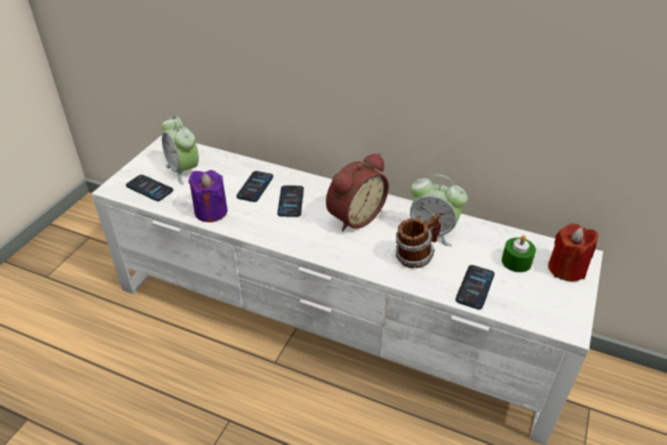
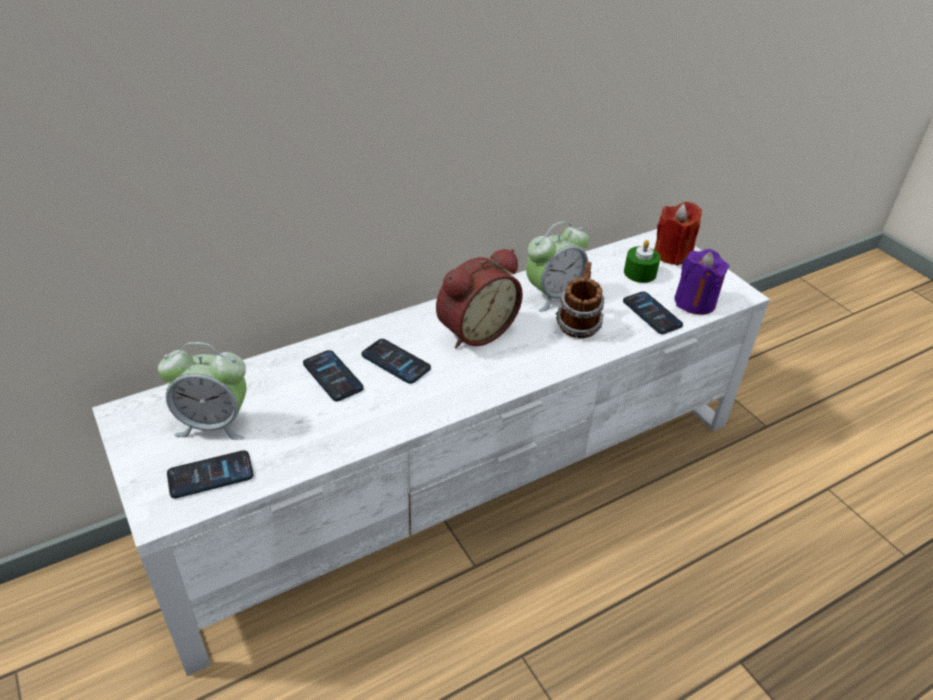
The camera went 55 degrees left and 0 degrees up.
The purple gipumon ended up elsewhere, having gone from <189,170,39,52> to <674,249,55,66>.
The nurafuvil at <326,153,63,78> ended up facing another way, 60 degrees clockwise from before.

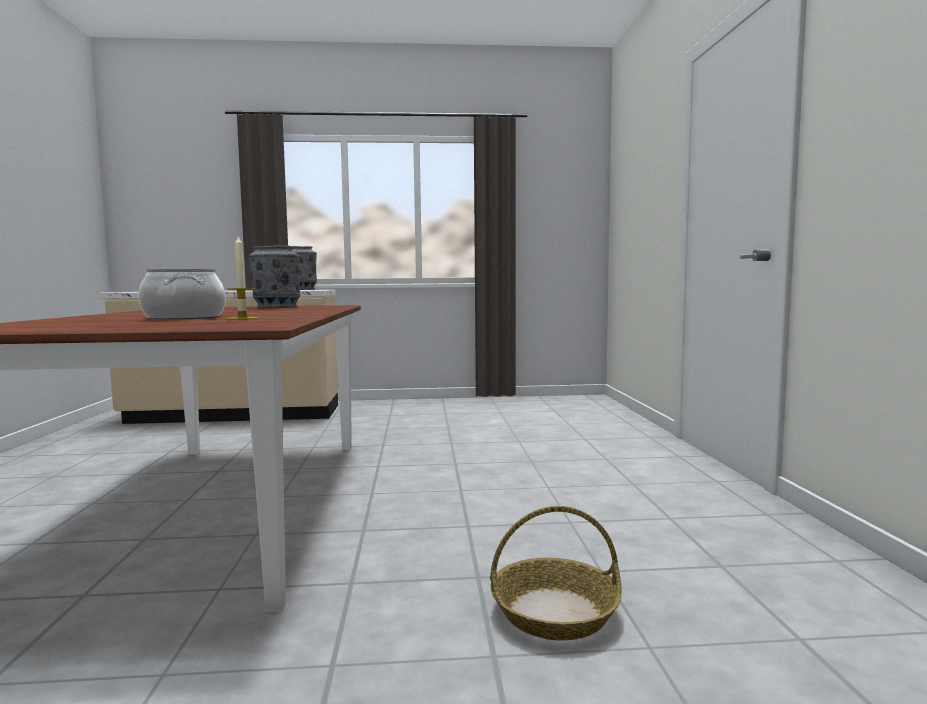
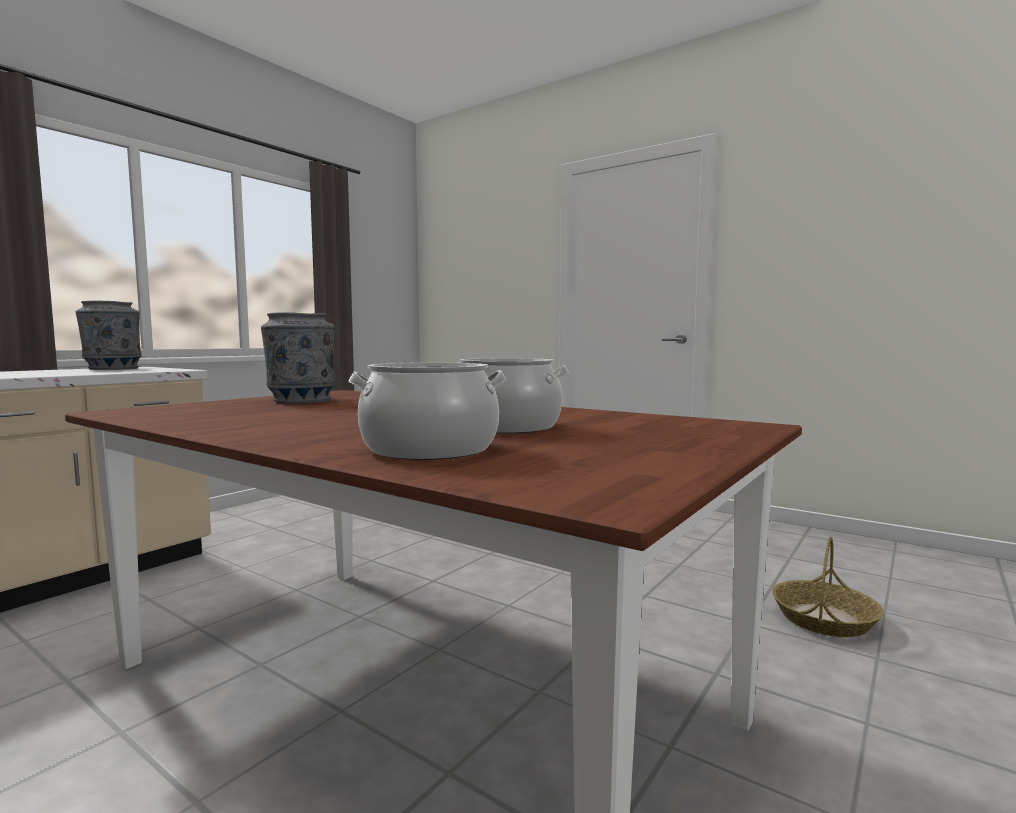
The camera went 50 degrees left and 0 degrees up.
The second view lost the gipumon at <226,236,33,84>.
The second view gained the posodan at <348,363,158,97>.

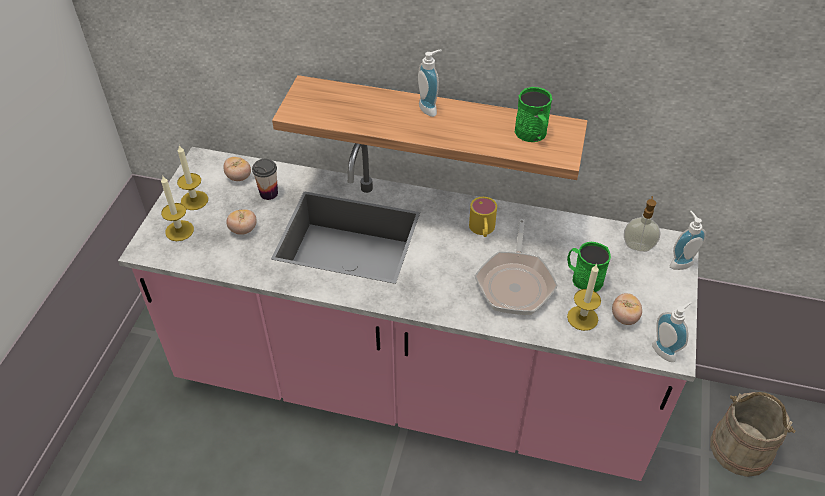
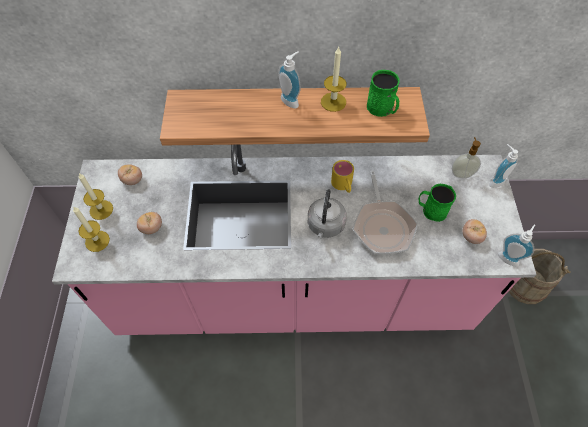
The camera went 15 degrees left and 10 degrees up.
The second view lost the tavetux at <252,159,26,41>.
The gipumon ended up elsewhere, having gone from <567,264,34,67> to <321,47,26,65>.
The second view gained the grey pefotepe at <308,189,39,50>.

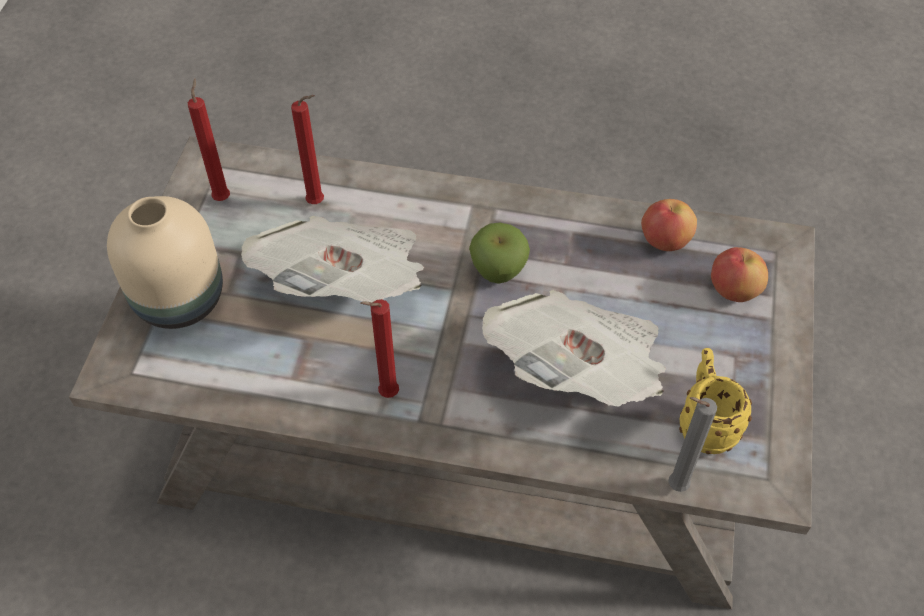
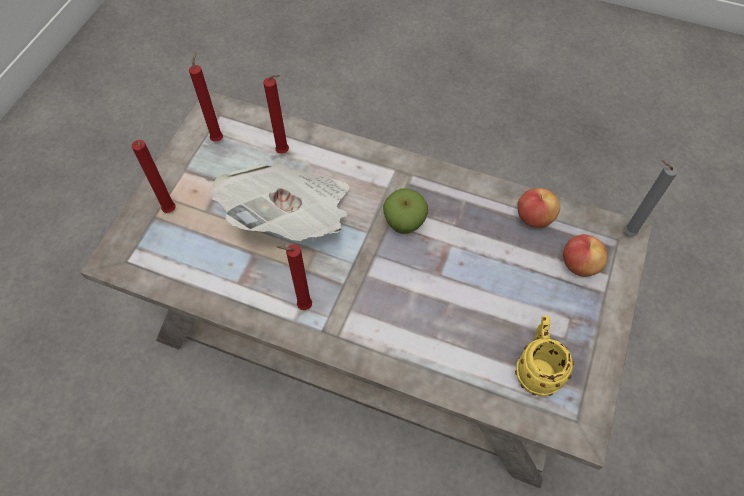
The camera went 10 degrees right and 5 degrees up.
Where the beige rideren stood at <107,196,116,133>, the red gipumon came to stand at <132,140,44,73>.
The second view lost the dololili at <482,290,184,117>.
The grey gipumon ended up elsewhere, having gone from <668,397,49,95> to <624,160,54,76>.

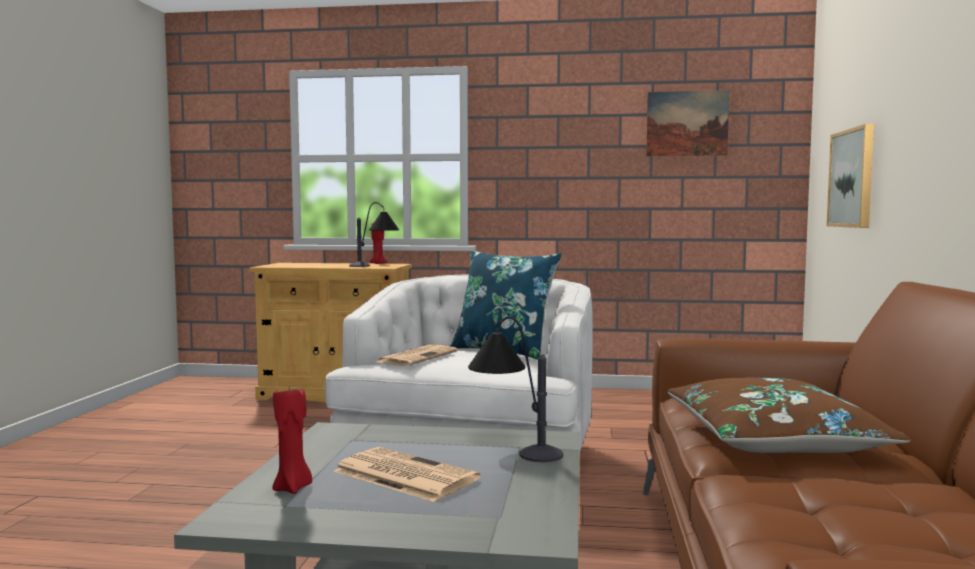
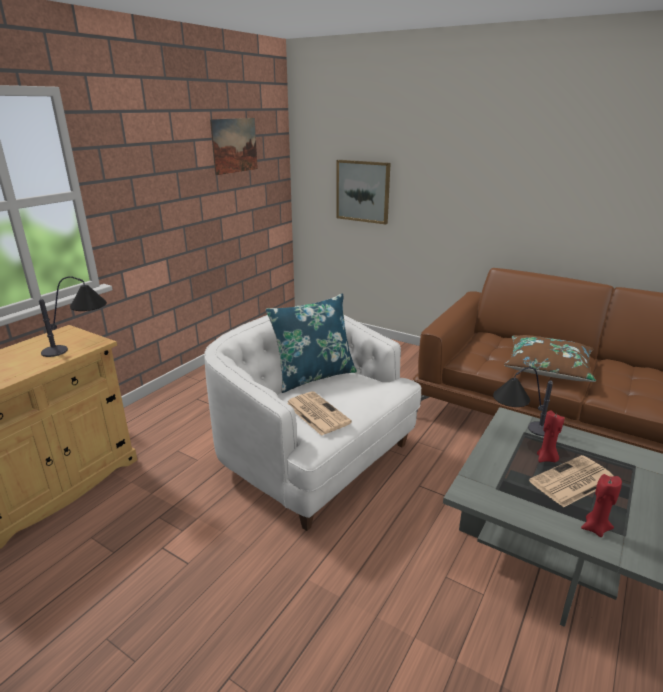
The camera went 65 degrees left and 20 degrees up.
The red gipumon ended up elsewhere, having gone from <370,223,17,41> to <537,411,28,51>.

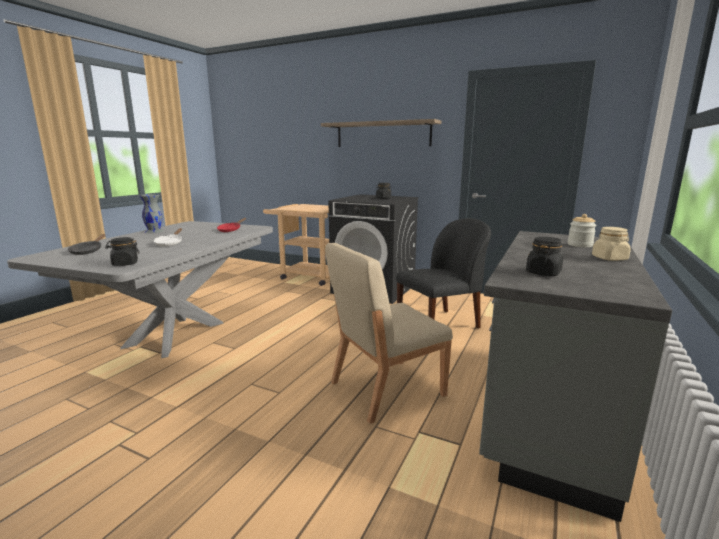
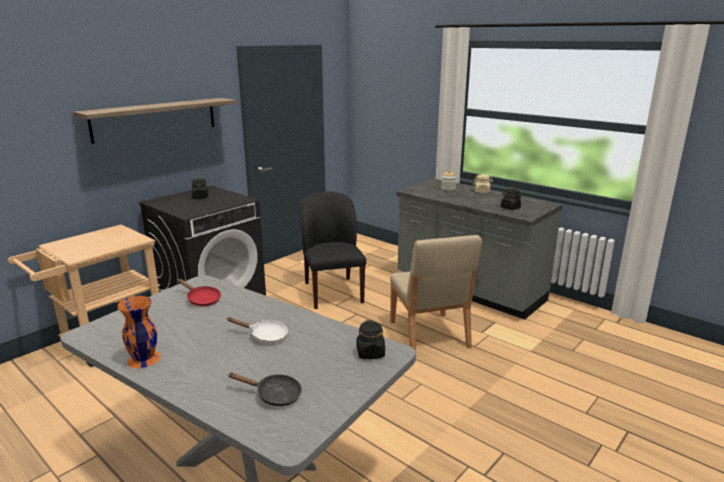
The camera went 75 degrees left and 5 degrees up.
What was the grey rideren at <140,194,24,39> turned into the orange rideren at <117,296,44,72>.

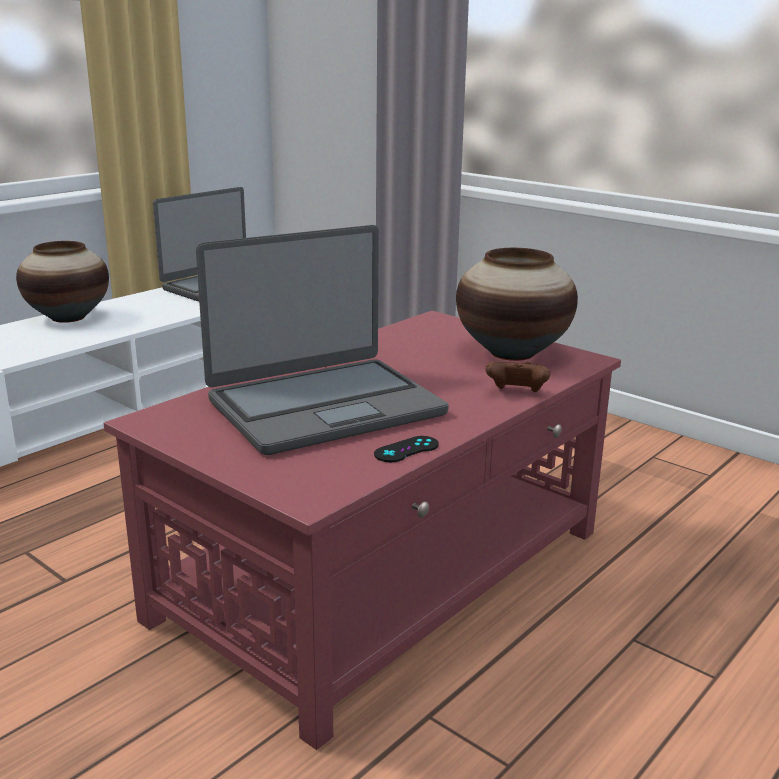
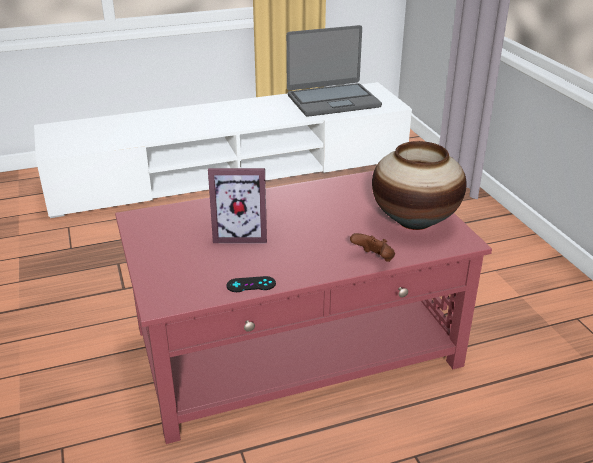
The camera went 30 degrees right and 10 degrees up.
The second view lost the rideren at <16,241,93,82>.
Where the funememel stood at <196,225,253,230>, the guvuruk came to stand at <208,168,59,75>.

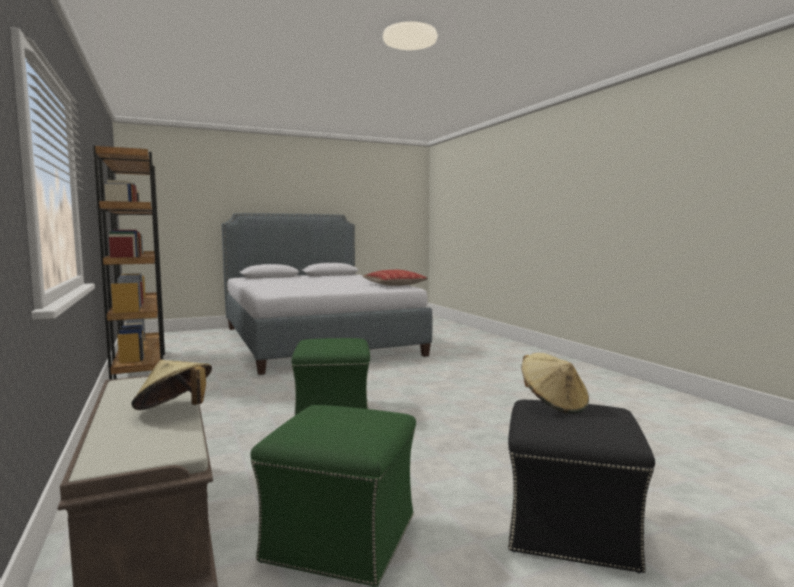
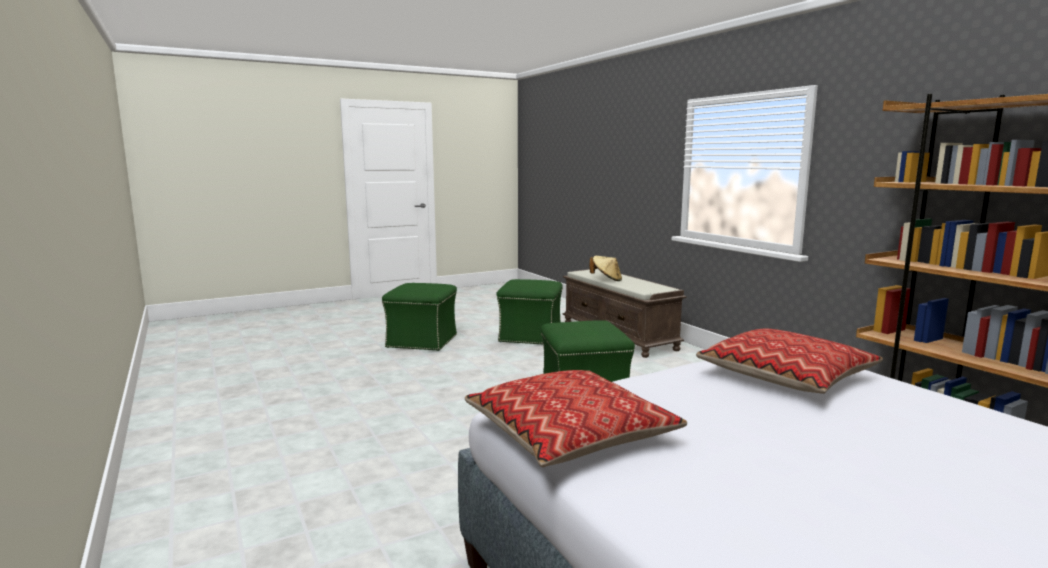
The camera went 175 degrees right and 5 degrees up.
What was the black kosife at <508,400,147,174> turned into the green kosife at <382,283,75,68>.
The second view lost the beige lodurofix at <521,353,68,61>.
The second view gained the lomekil at <696,329,187,65>.

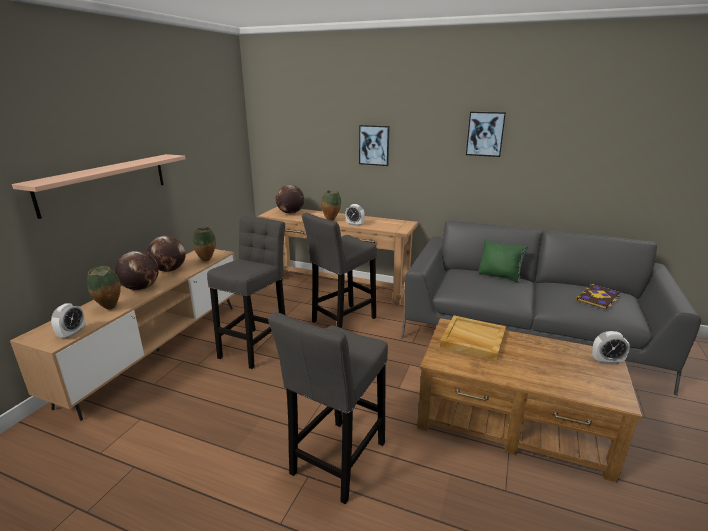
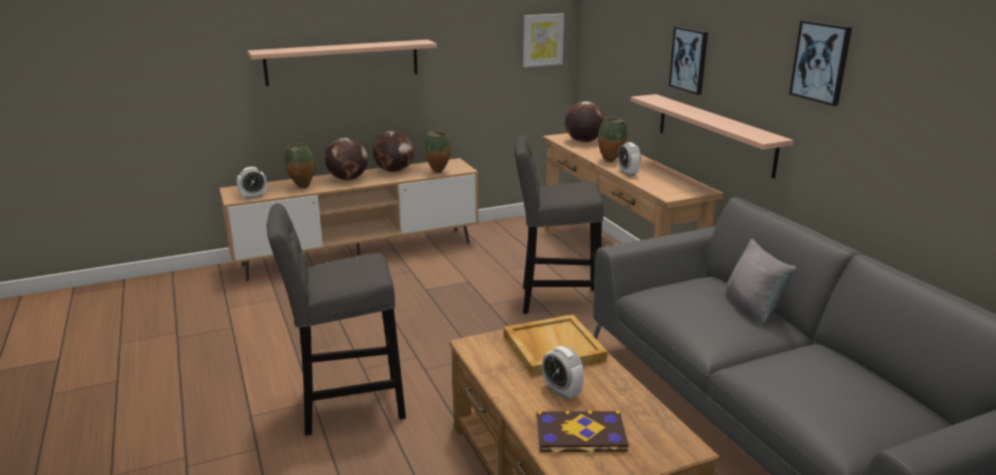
The camera went 45 degrees right and 0 degrees up.
The second view lost the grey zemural at <207,216,79,153>.
What was the green lomekil at <478,239,50,44> turned into the grey lomekil at <726,238,71,86>.
The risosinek ended up elsewhere, having gone from <576,284,44,26> to <537,411,92,43>.
The nurafuvil ended up elsewhere, having gone from <592,331,38,33> to <543,346,41,54>.
The second view gained the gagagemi at <523,13,41,54>.
The second view gained the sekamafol at <630,94,164,85>.

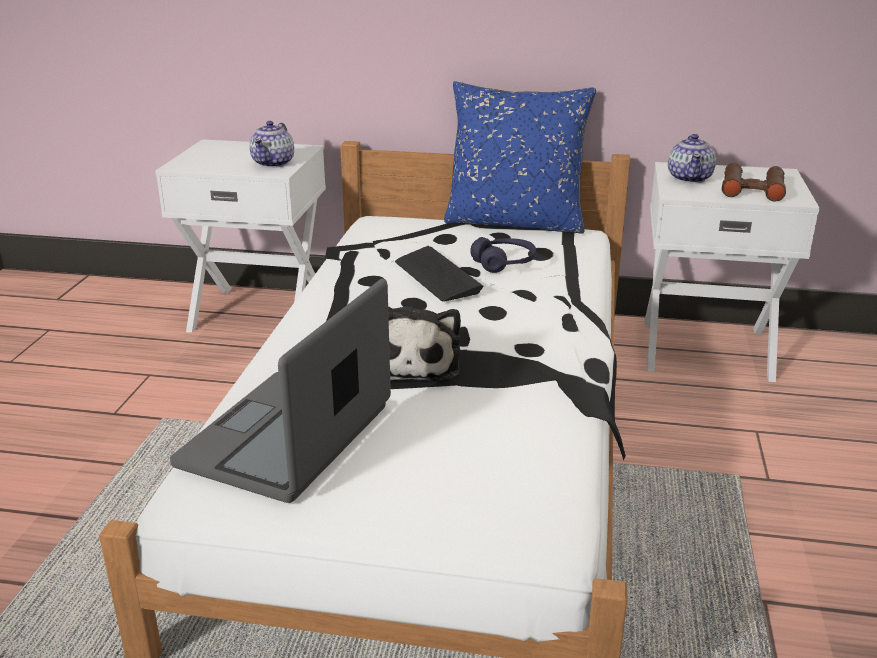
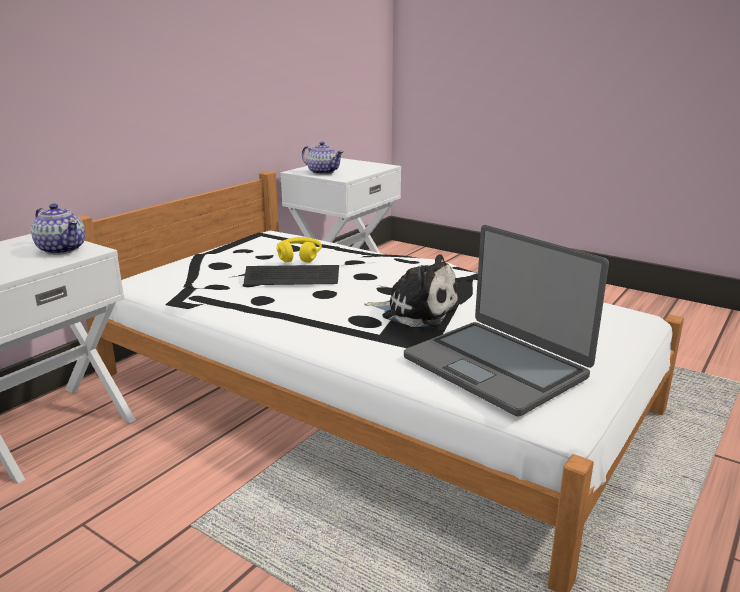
The camera went 65 degrees left and 5 degrees down.
The second view lost the blue lomekil at <444,81,152,153>.
What was the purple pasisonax at <470,237,66,36> turned into the yellow pasisonax at <276,237,46,26>.
The second view lost the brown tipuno at <722,162,64,40>.

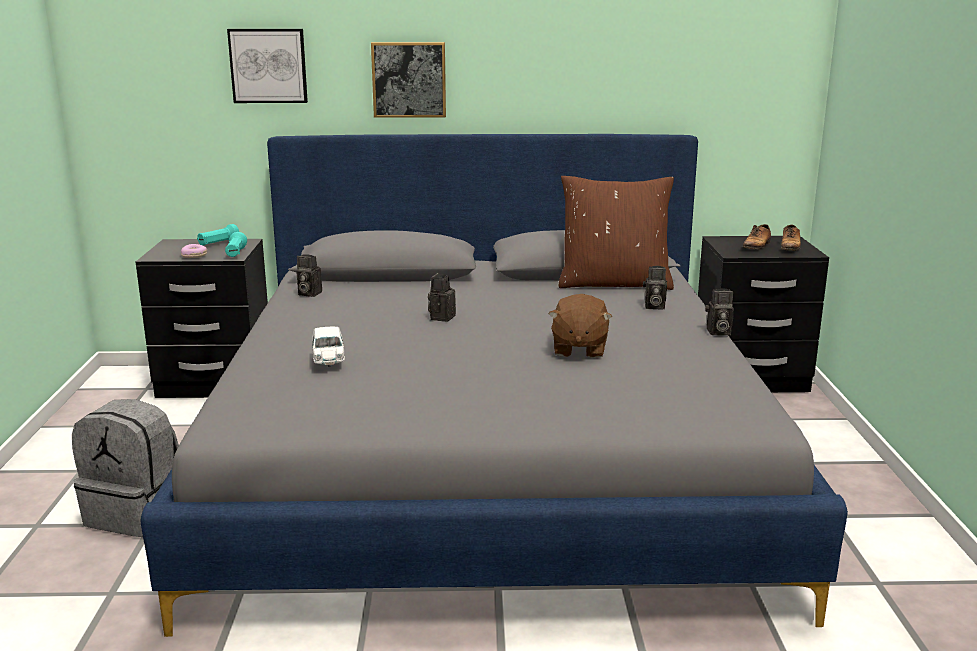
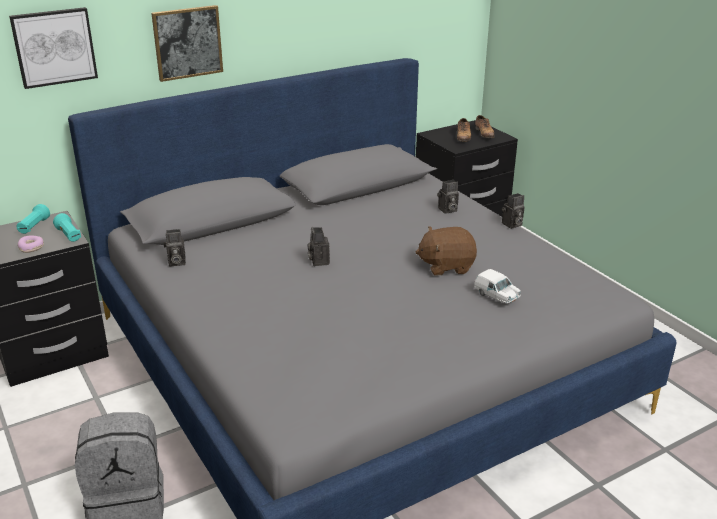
The camera went 30 degrees left and 10 degrees up.
The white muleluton ended up elsewhere, having gone from <312,327,33,40> to <474,269,47,34>.
The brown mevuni at <549,294,63,64> ended up facing another way, 105 degrees clockwise from before.
The second view lost the brown lomekil at <559,176,115,114>.

